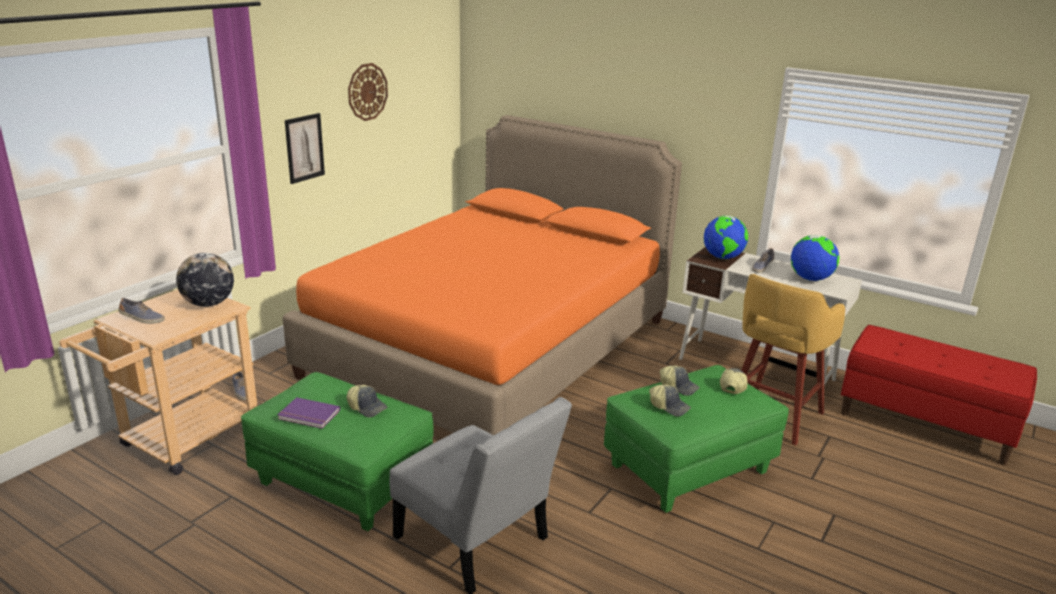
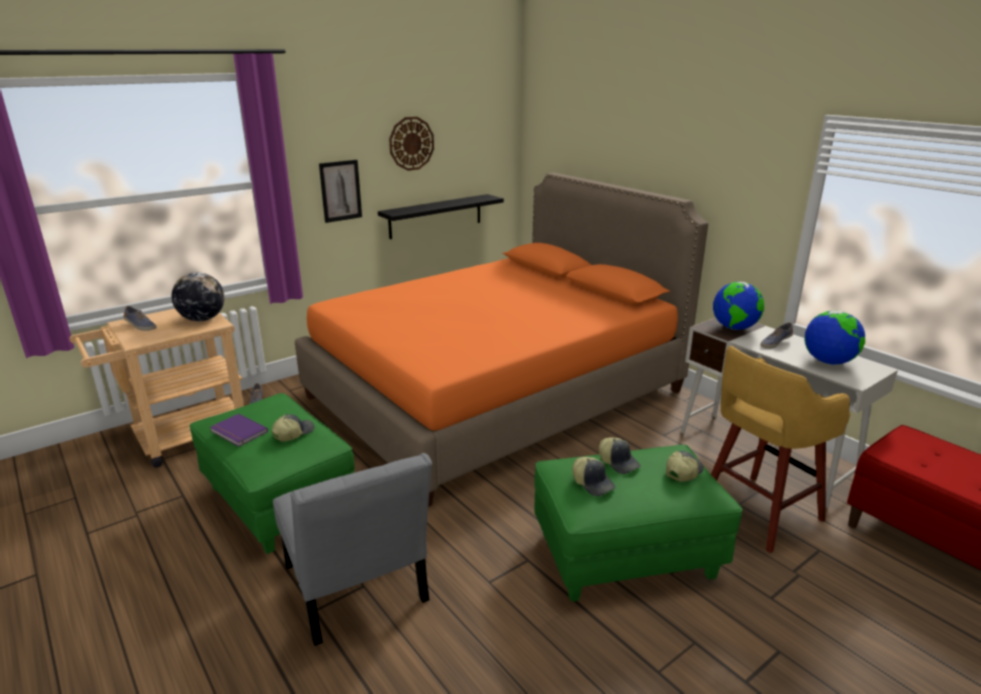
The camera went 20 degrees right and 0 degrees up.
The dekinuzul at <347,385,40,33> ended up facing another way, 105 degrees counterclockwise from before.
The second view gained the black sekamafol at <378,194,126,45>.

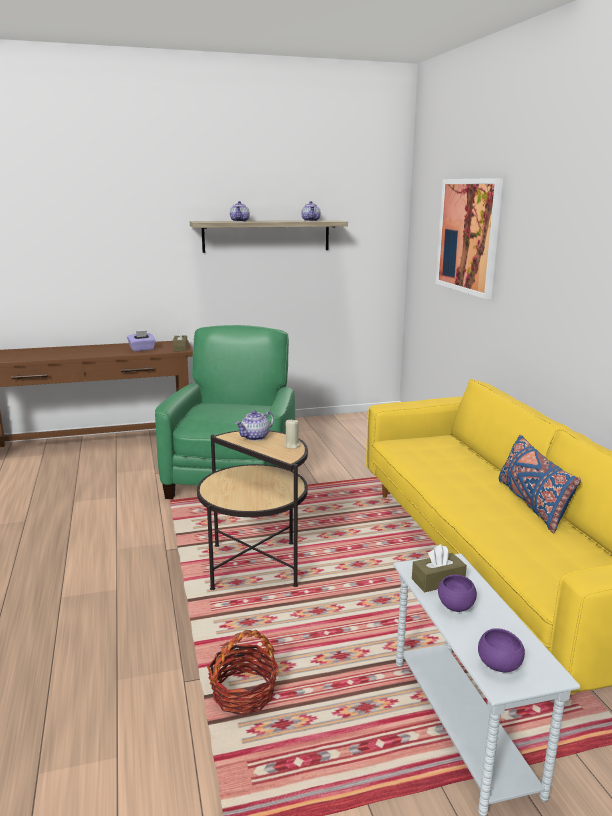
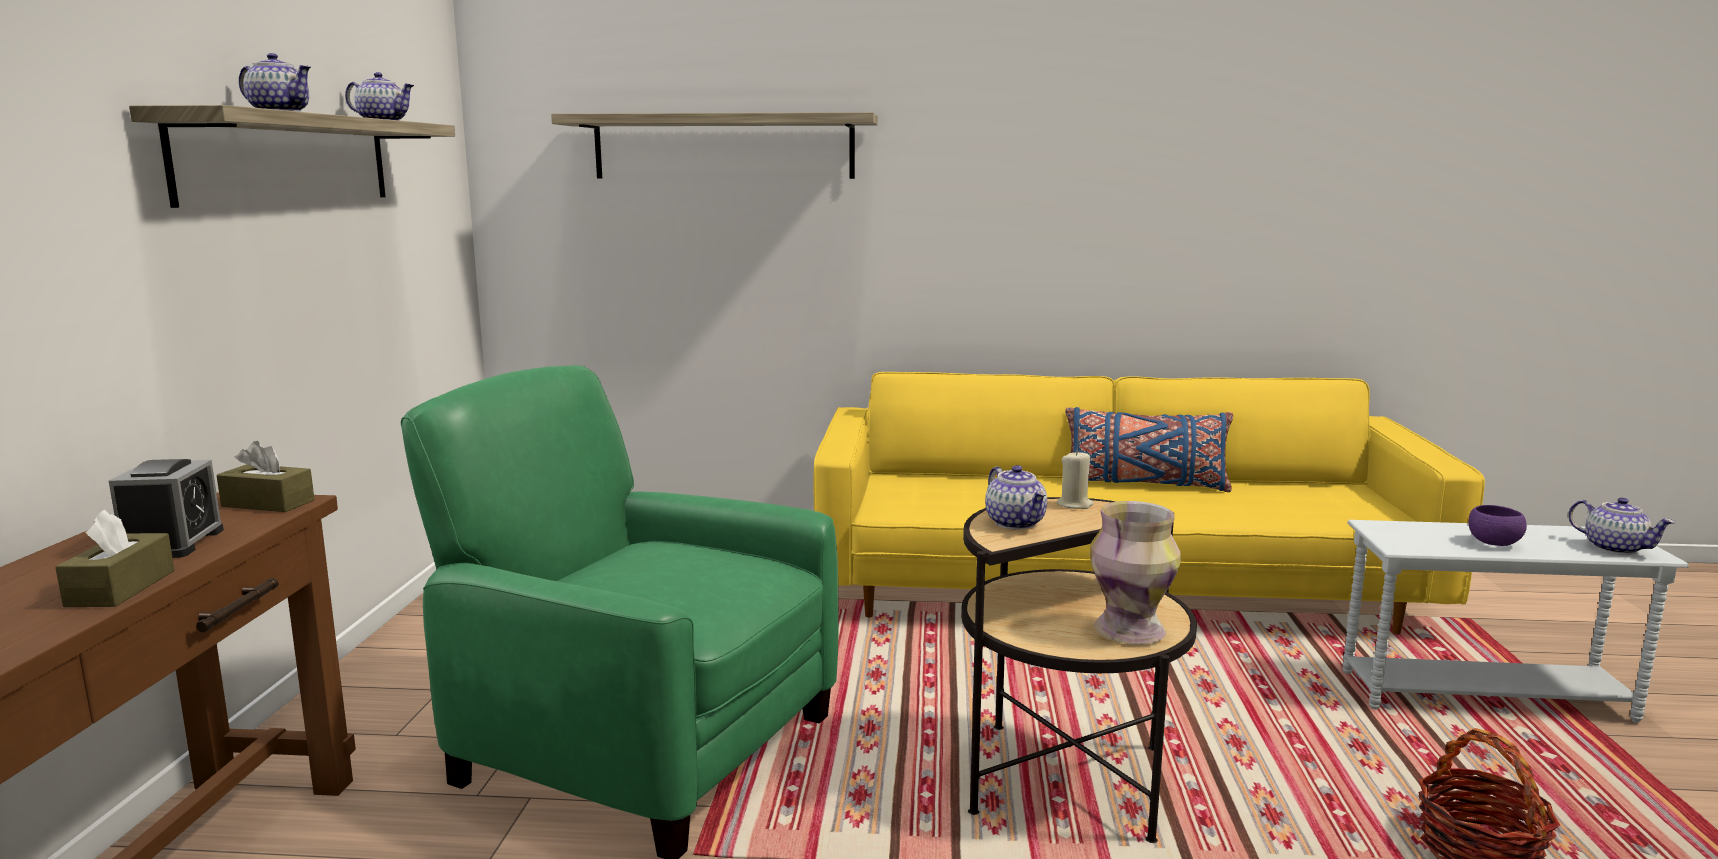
The camera went 70 degrees left and 5 degrees down.
Where the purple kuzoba stood at <127,331,29,20>, the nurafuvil came to stand at <109,459,115,99>.
The brown kuzoba ended up elsewhere, having gone from <412,544,55,48> to <55,510,119,97>.
Where the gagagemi hung at <435,178,68,121>, the sekamafol came to hang at <551,112,327,67>.
Where the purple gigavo stood at <478,628,47,44>, the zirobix came to stand at <1568,498,108,57>.
The second view gained the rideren at <1089,501,91,143>.

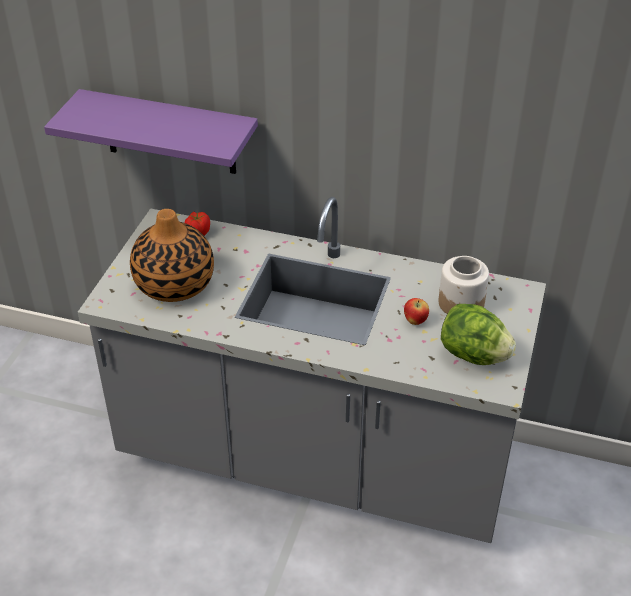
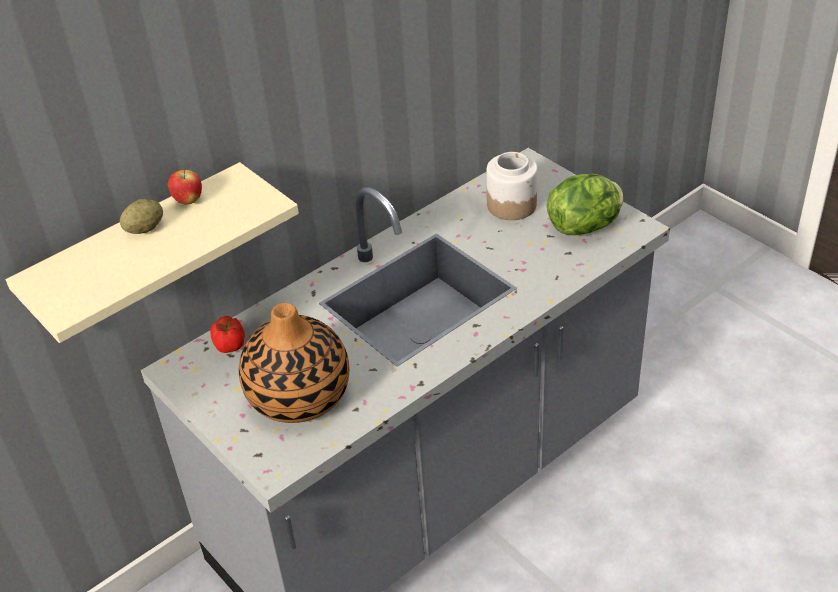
The camera went 55 degrees left and 0 degrees up.
What was the purple sekamafol at <44,89,214,85> turned into the beige sekamafol at <6,162,293,181>.
The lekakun ended up elsewhere, having gone from <404,298,25,27> to <168,168,34,36>.
The second view gained the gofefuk at <120,199,43,35>.

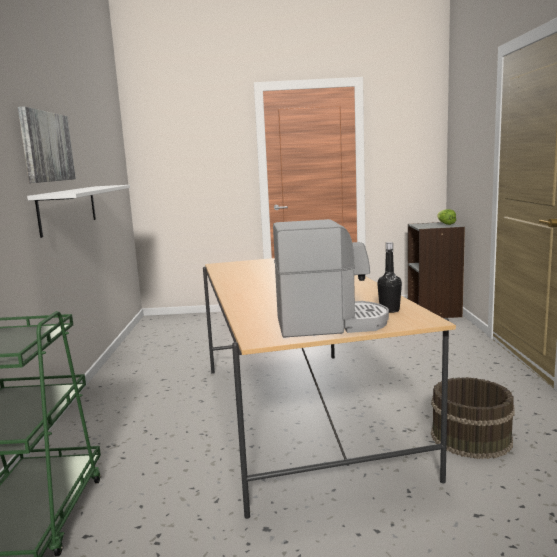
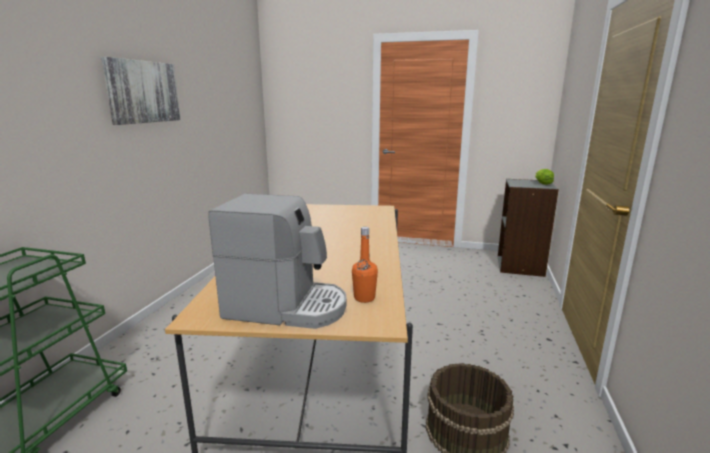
The camera went 15 degrees right and 5 degrees up.
The second view lost the white sekamafol at <27,185,103,53>.
What was the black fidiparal at <377,242,25,71> turned into the orange fidiparal at <352,227,26,76>.

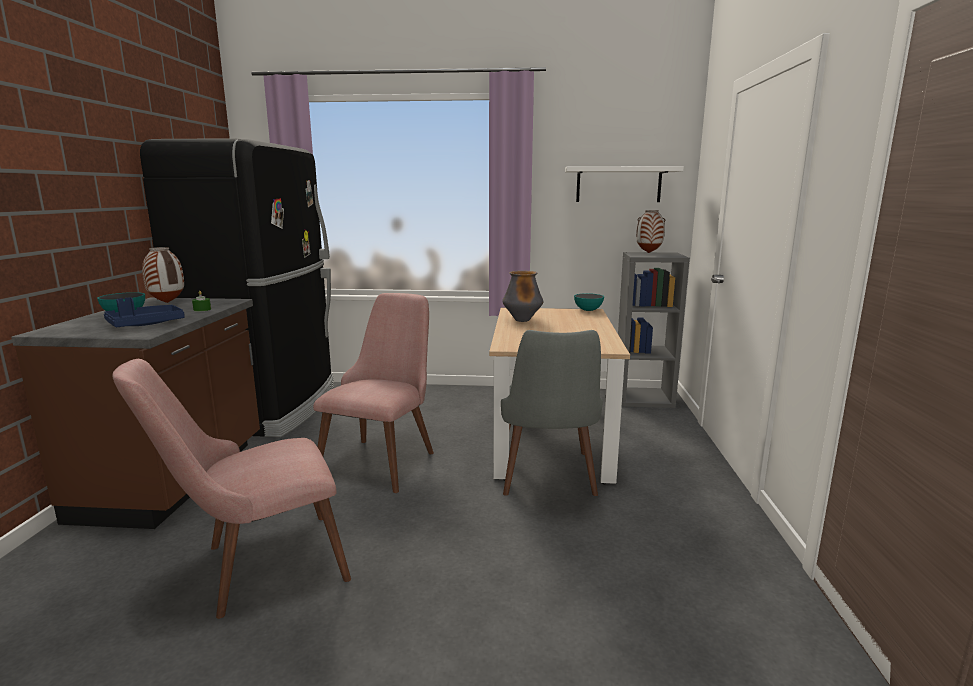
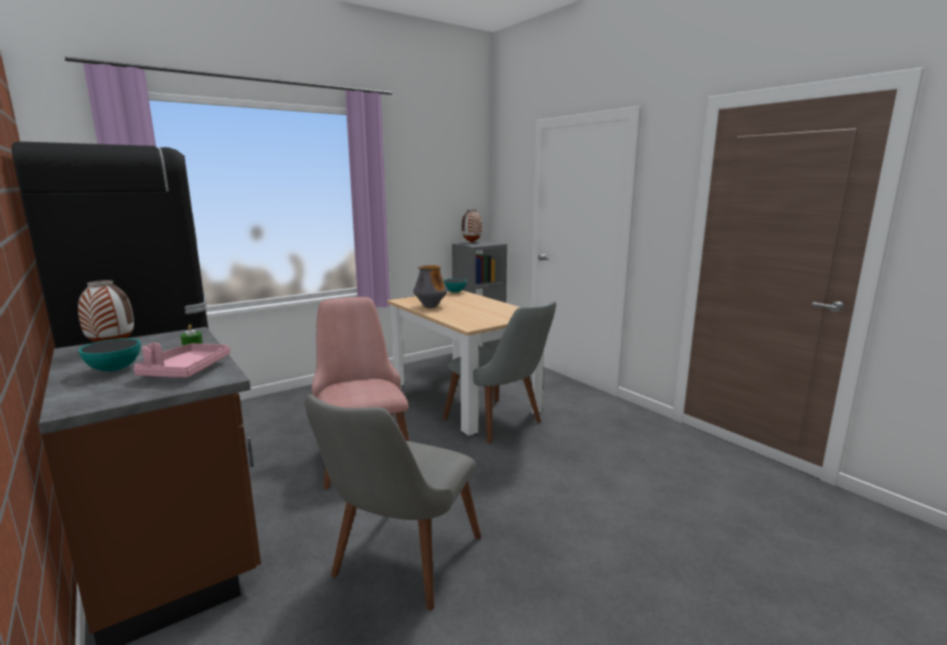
The camera went 40 degrees left and 0 degrees up.
What was the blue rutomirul at <104,297,81,30> turned into the pink rutomirul at <133,343,97,34>.
What was the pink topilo at <112,359,239,260> turned into the grey topilo at <305,394,176,217>.
The second view lost the white sekamafol at <565,166,119,36>.

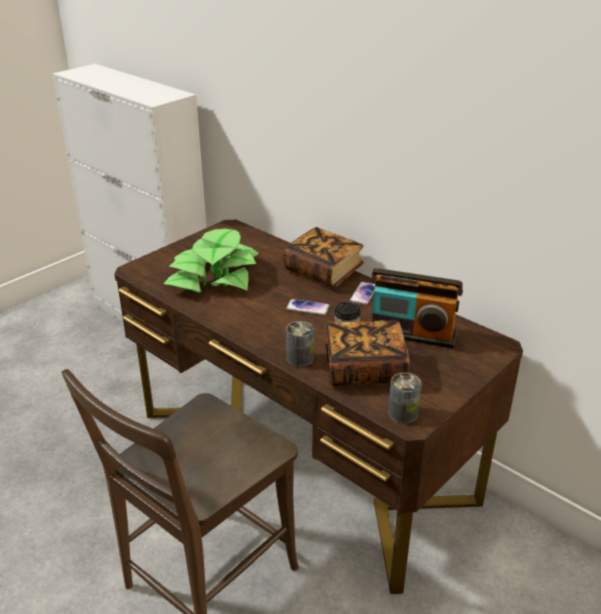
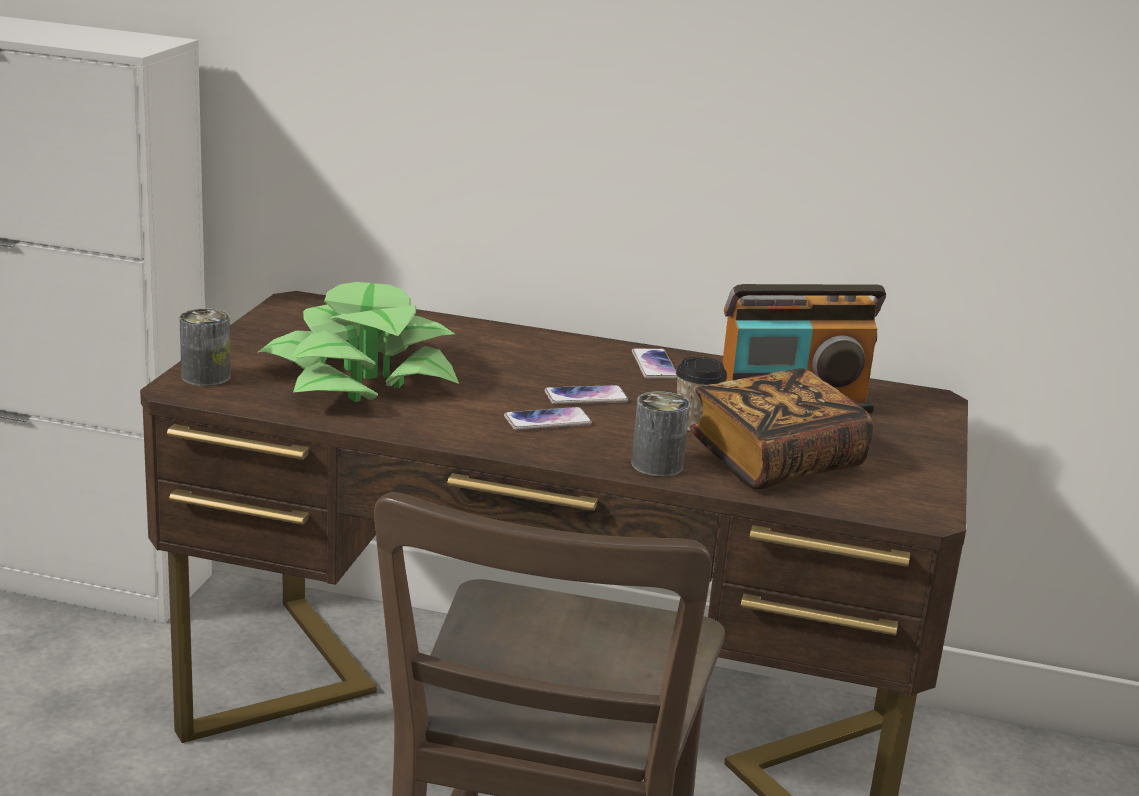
The camera went 30 degrees left and 10 degrees down.
The second view lost the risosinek at <283,227,81,61>.
The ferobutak ended up elsewhere, having gone from <388,373,34,51> to <179,308,52,78>.
The second view gained the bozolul at <504,407,88,23>.

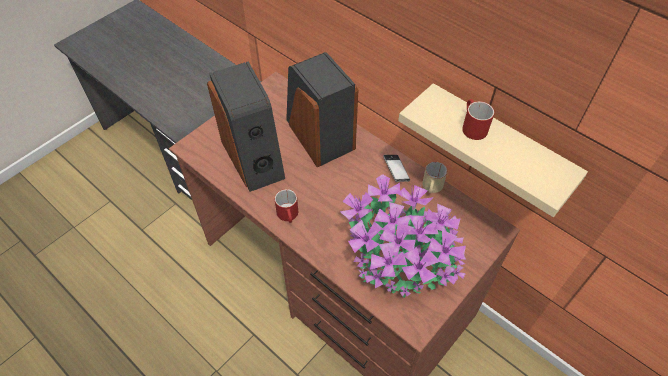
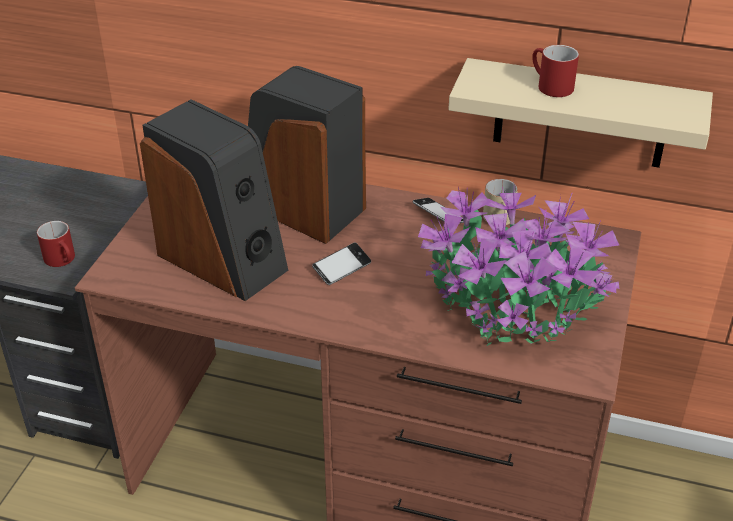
The camera went 25 degrees left and 15 degrees down.
The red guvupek ended up elsewhere, having gone from <275,189,23,34> to <37,221,38,46>.
The second view gained the bozolul at <312,243,59,42>.

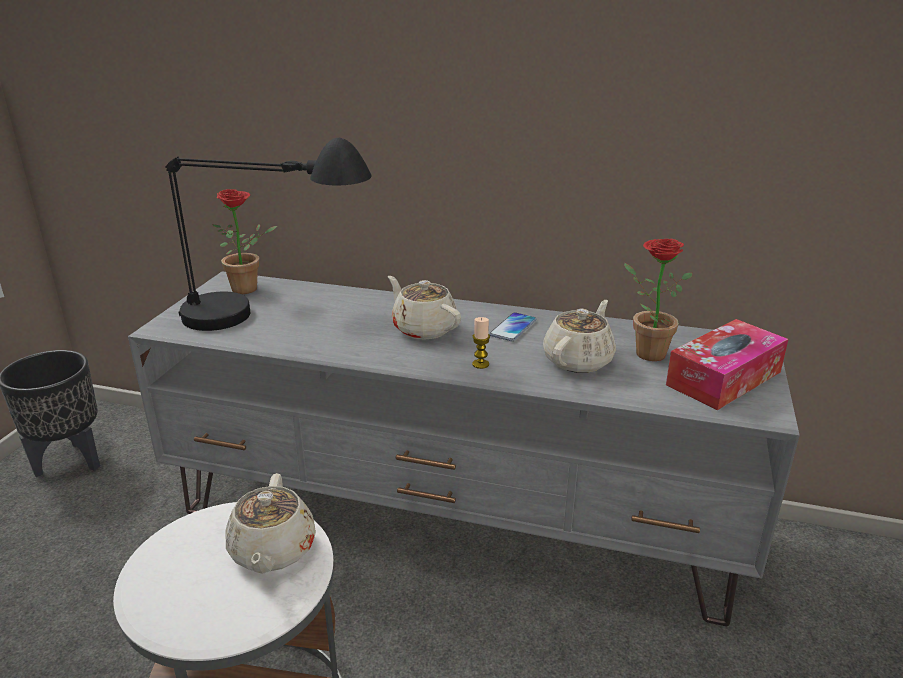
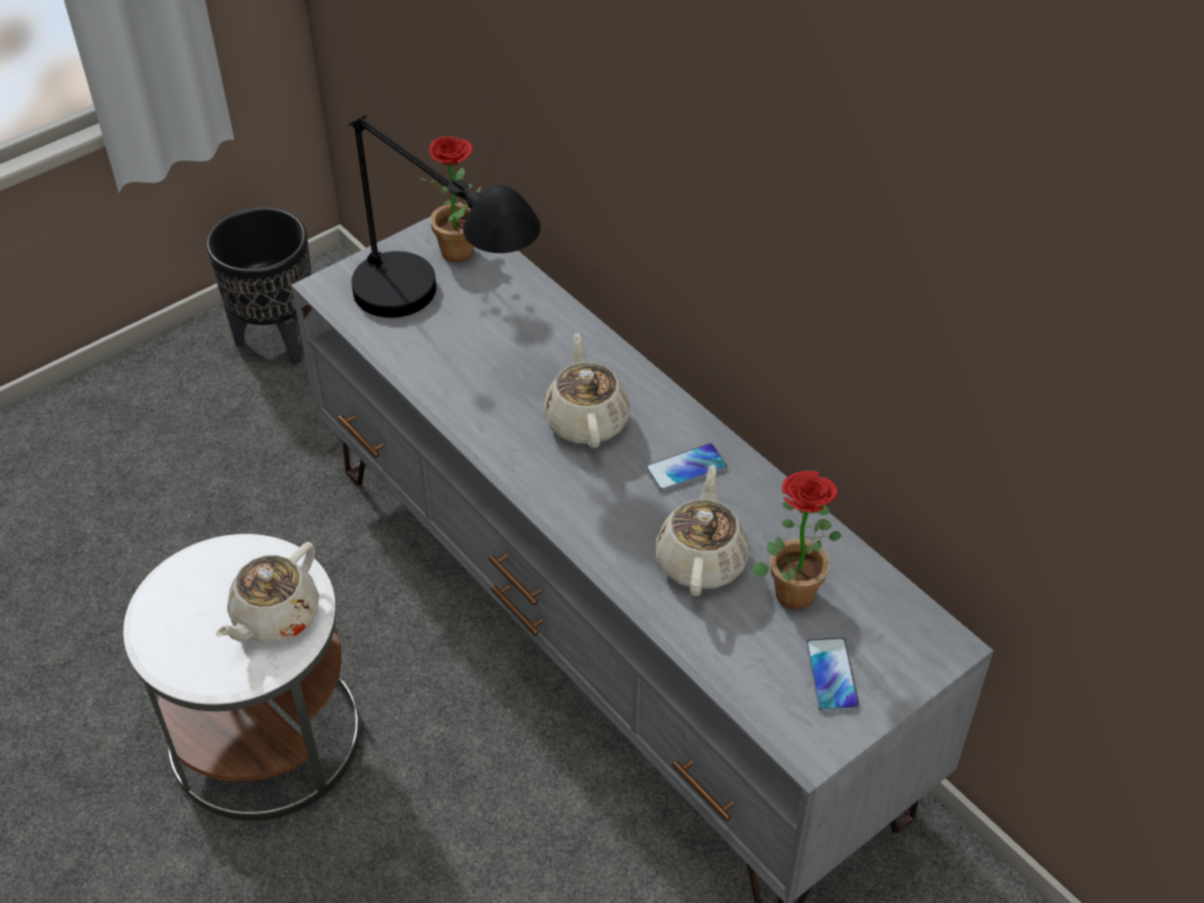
The camera went 35 degrees right and 20 degrees up.
The second view lost the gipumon at <472,317,18,52>.
The beige zirobix at <543,300,73,73> ended up facing another way, 60 degrees counterclockwise from before.
Where the kuzoba stood at <666,319,122,91>, the bozolul came to stand at <806,637,53,75>.

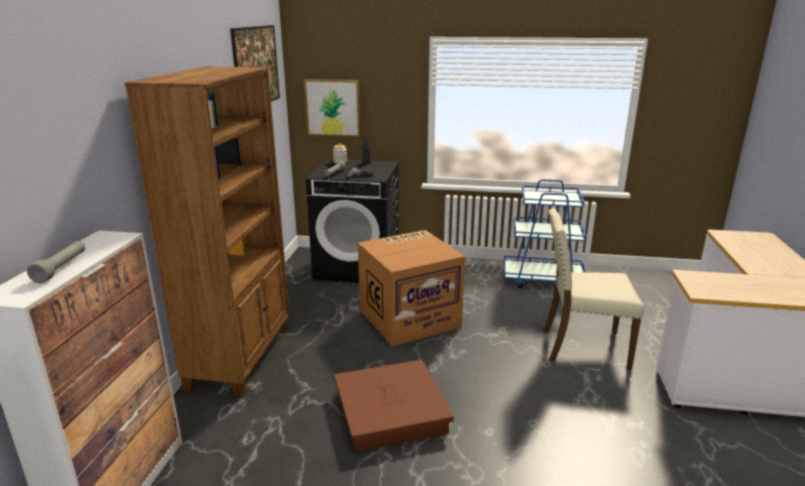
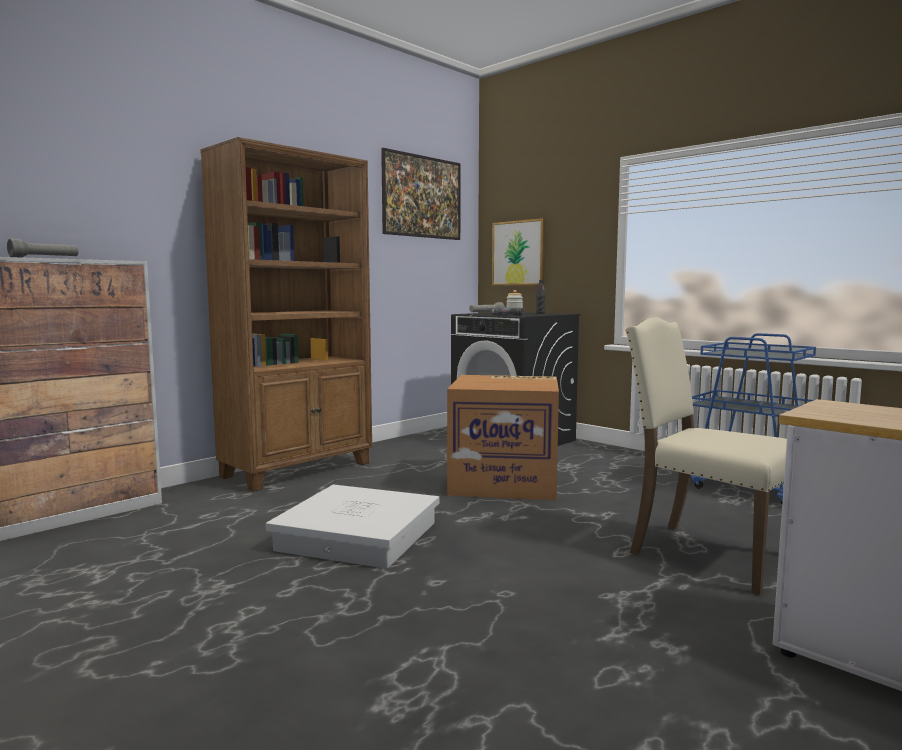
The camera went 35 degrees right and 15 degrees down.
What was the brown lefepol at <334,360,120,92> turned into the white lefepol at <266,485,173,84>.

